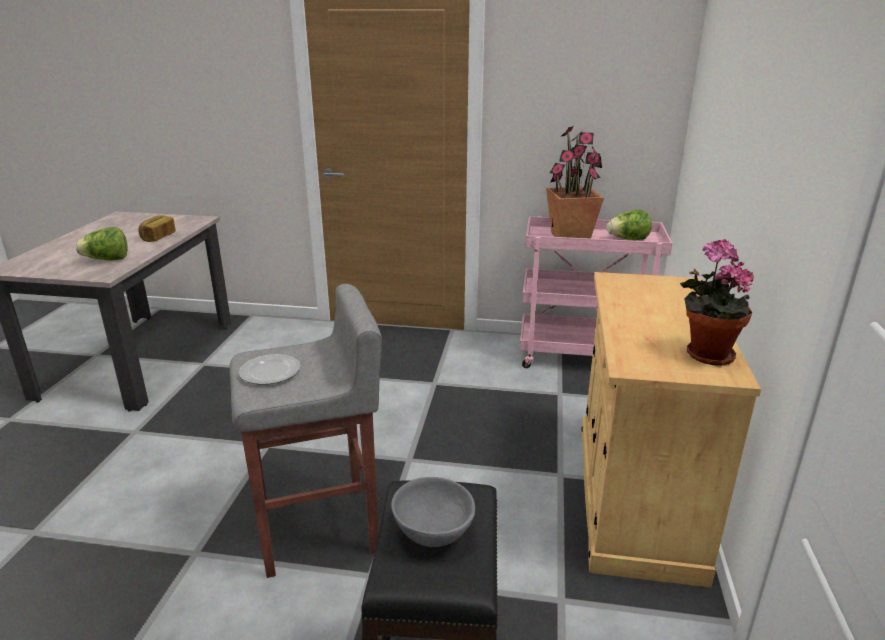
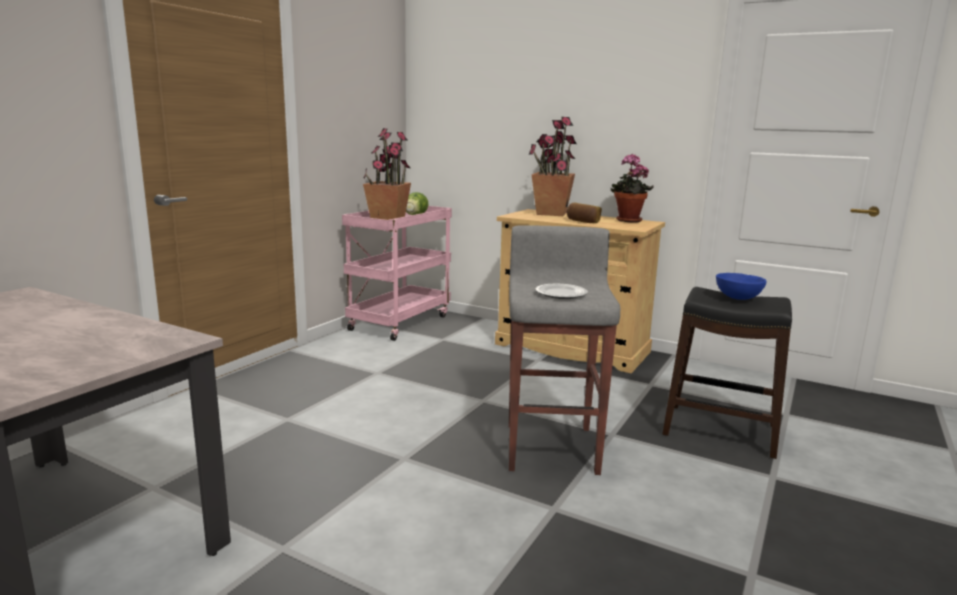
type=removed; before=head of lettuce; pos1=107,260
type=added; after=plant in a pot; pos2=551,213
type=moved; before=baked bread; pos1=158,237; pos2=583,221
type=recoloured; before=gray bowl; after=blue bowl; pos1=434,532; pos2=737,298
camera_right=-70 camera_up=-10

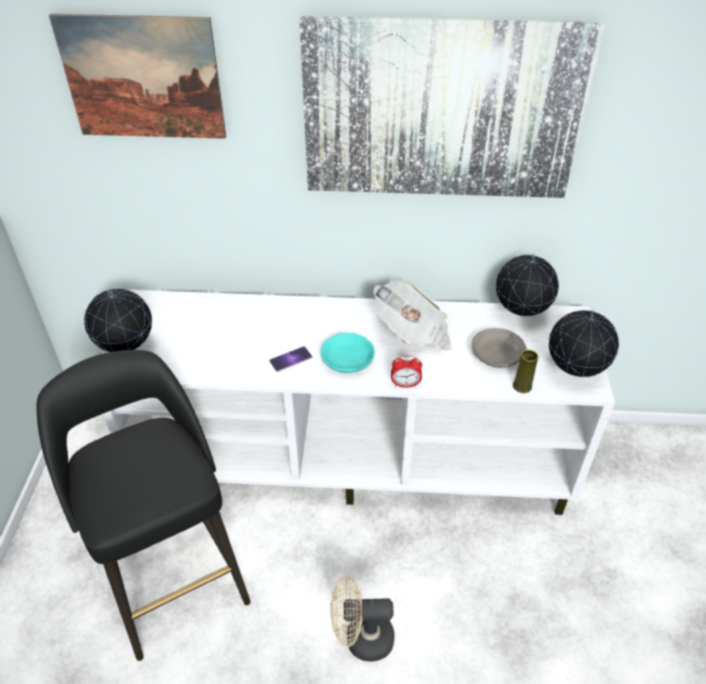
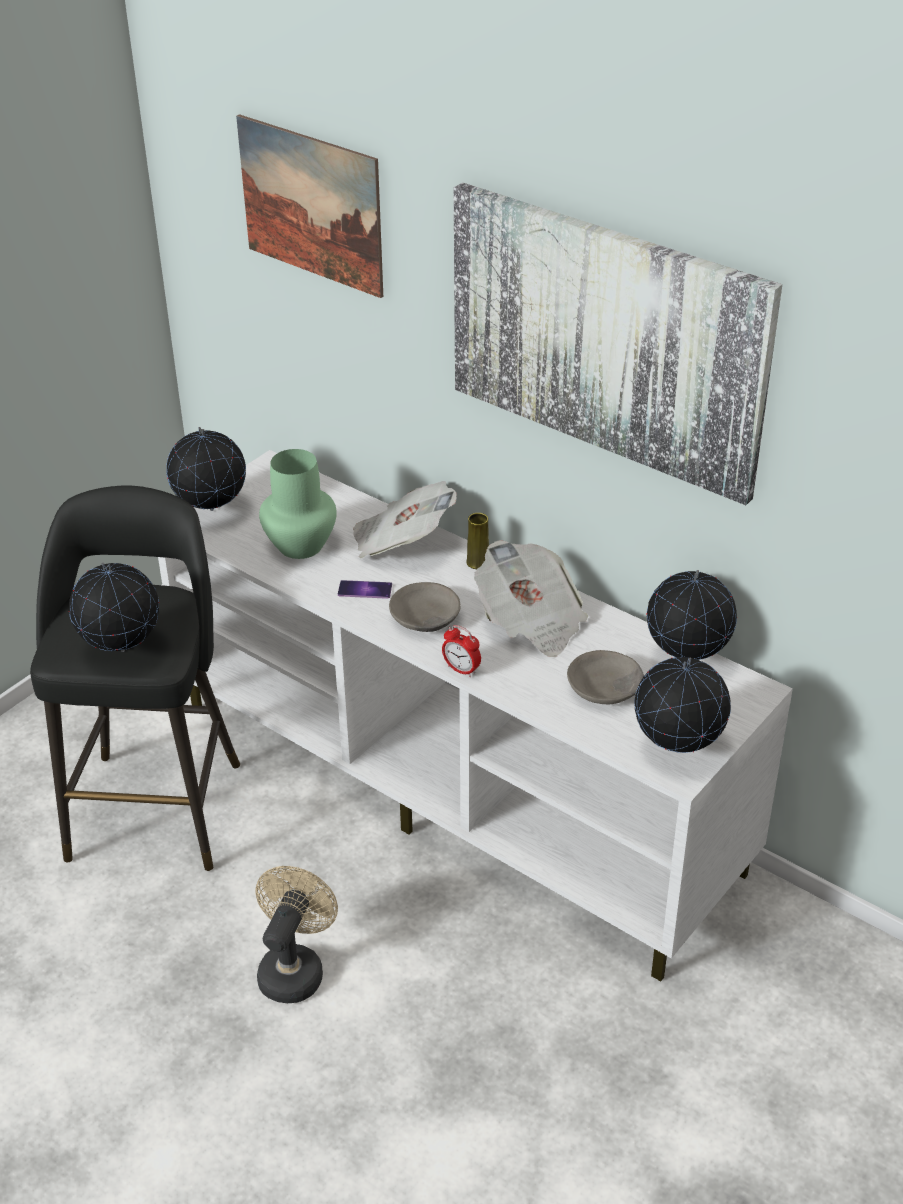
type=added; after=desk globe; pos2=122,650
type=added; after=green-coloured vase; pos2=300,544
type=added; after=daily paper; pos2=402,542
type=moved; before=yellowish vase; pos1=522,386; pos2=478,562
type=recoloured; before=turquoise bowl; after=gray bowl; pos1=348,360; pos2=425,618
type=turned; before=beige cooling fan; pos1=361,638; pos2=294,968; turn=75
camera_right=35 camera_up=-5

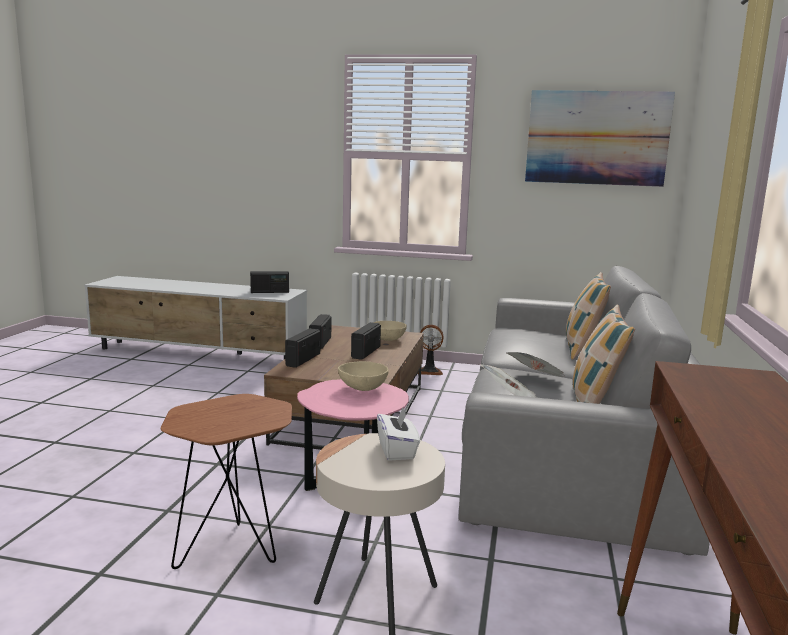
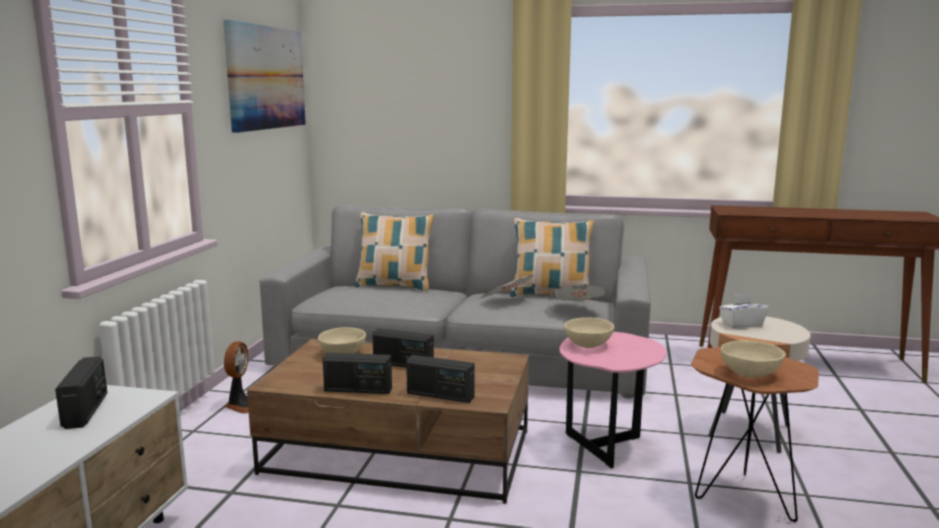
type=added; after=beige bowl; pos2=750,374
camera_right=-90 camera_up=0

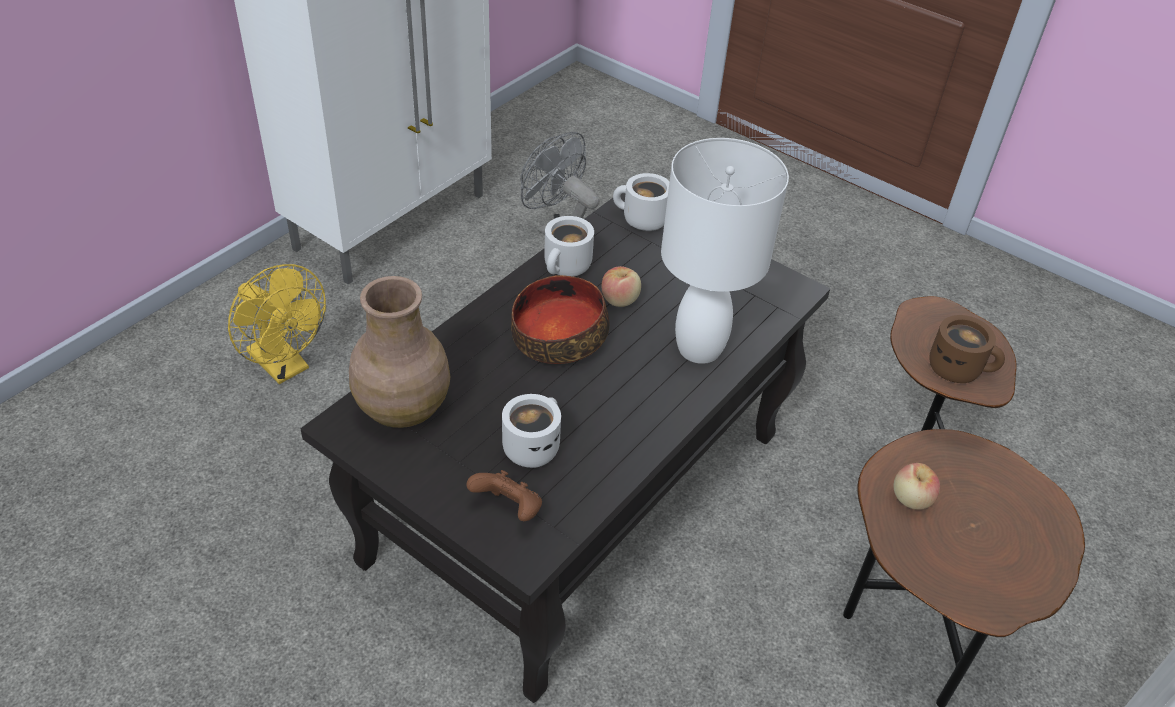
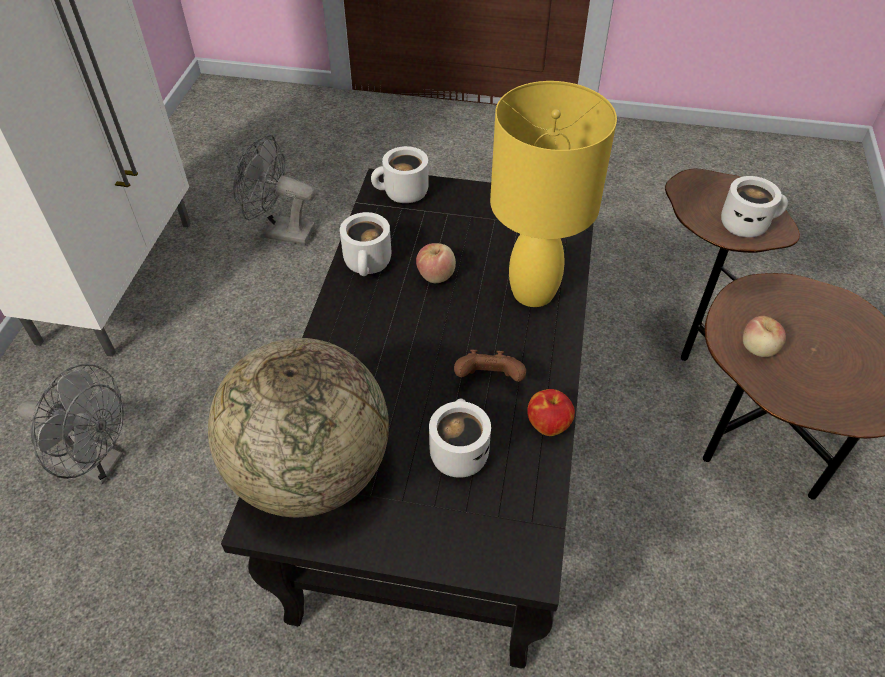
type=removed; before=bowl; pos1=558,335
type=added; after=apple; pos2=548,424
type=moved; before=brown-coloured joypad; pos1=508,509; pos2=489,380
type=replaced; before=brown-coloured vase; after=desk globe; pos1=402,408; pos2=310,472
type=recoloured; before=yellowish cooling fan; after=gray cooling fan; pos1=285,366; pos2=98,463
type=recoloured; before=whitish lamp for a table; after=yellowish lamp for a table; pos1=698,349; pos2=533,293
type=recoloured; before=brown-coloured tea mug; after=whitish tea mug; pos1=959,368; pos2=746,224
camera_right=-25 camera_up=5

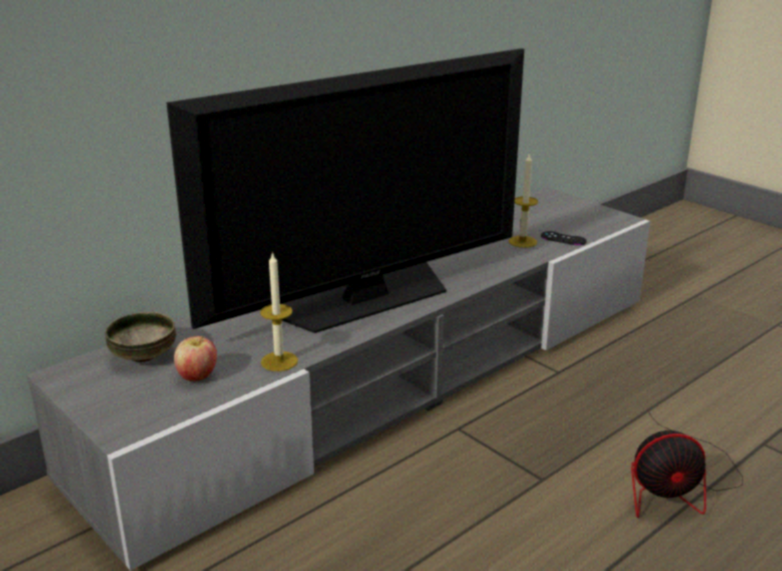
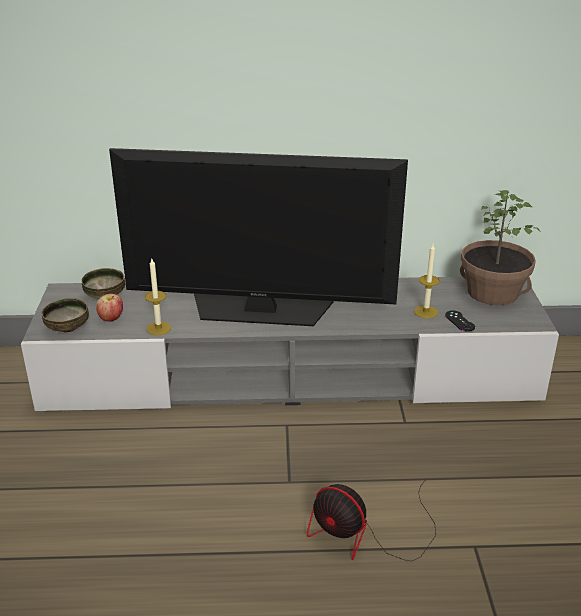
type=added; after=bowl; pos2=68,328
type=added; after=plant in a pot; pos2=492,292
camera_right=40 camera_up=5

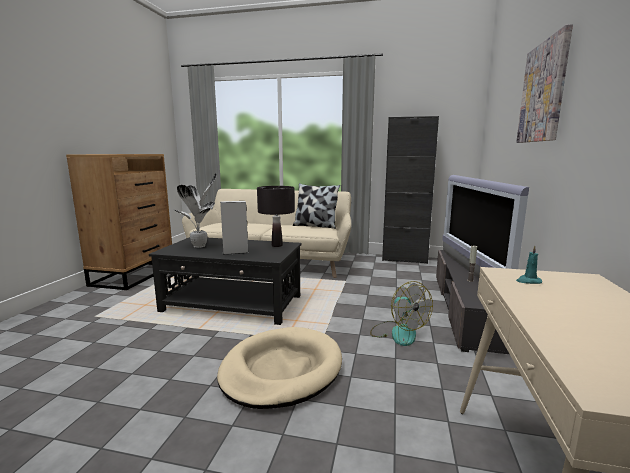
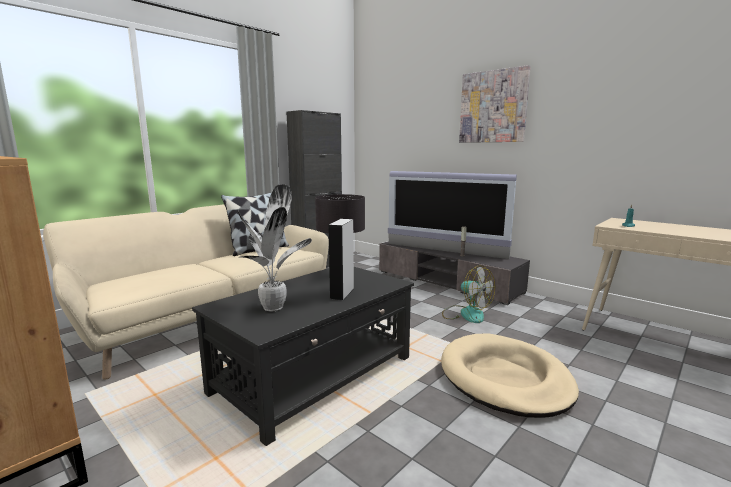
type=turned; before=cooling fan; pos1=398,332; pos2=466,314; turn=45
camera_right=-60 camera_up=0

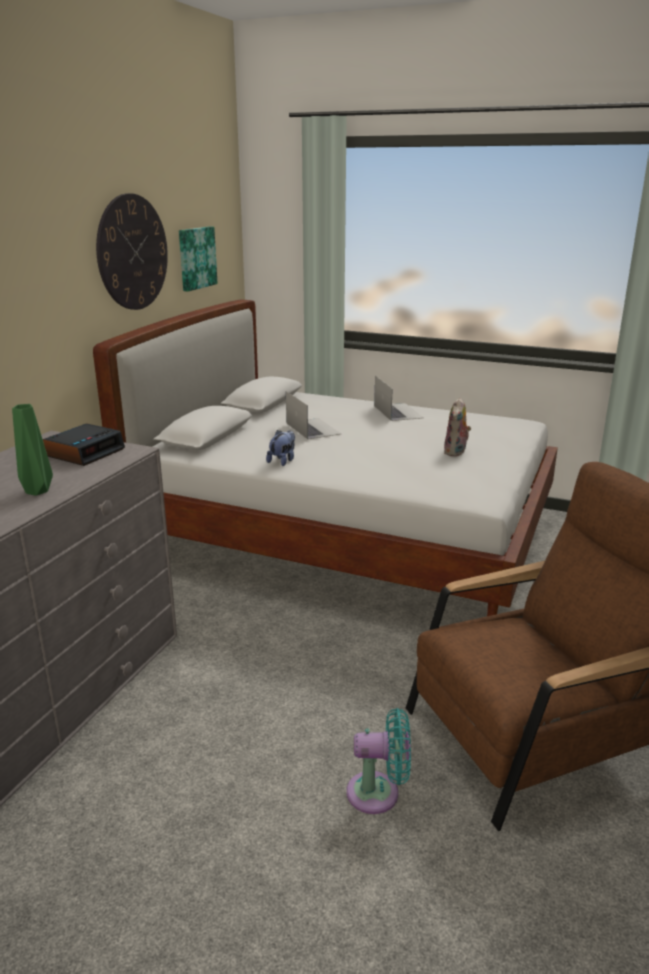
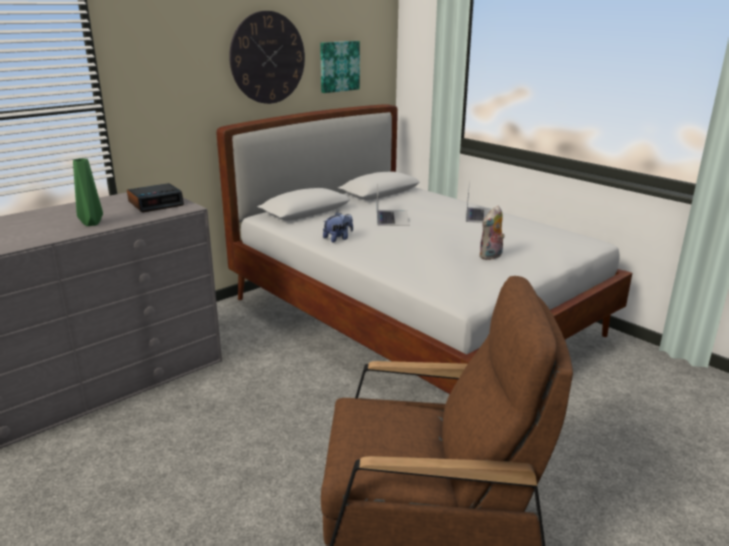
type=removed; before=turquoise cooling fan; pos1=378,793
camera_right=25 camera_up=0

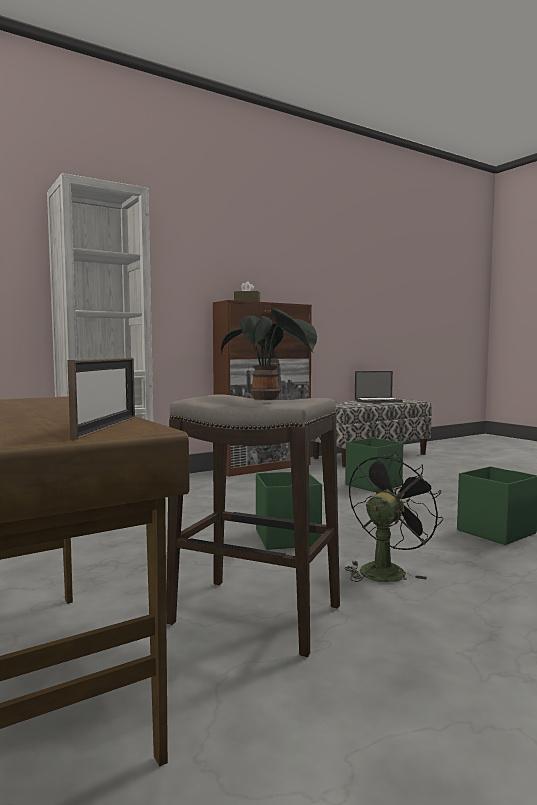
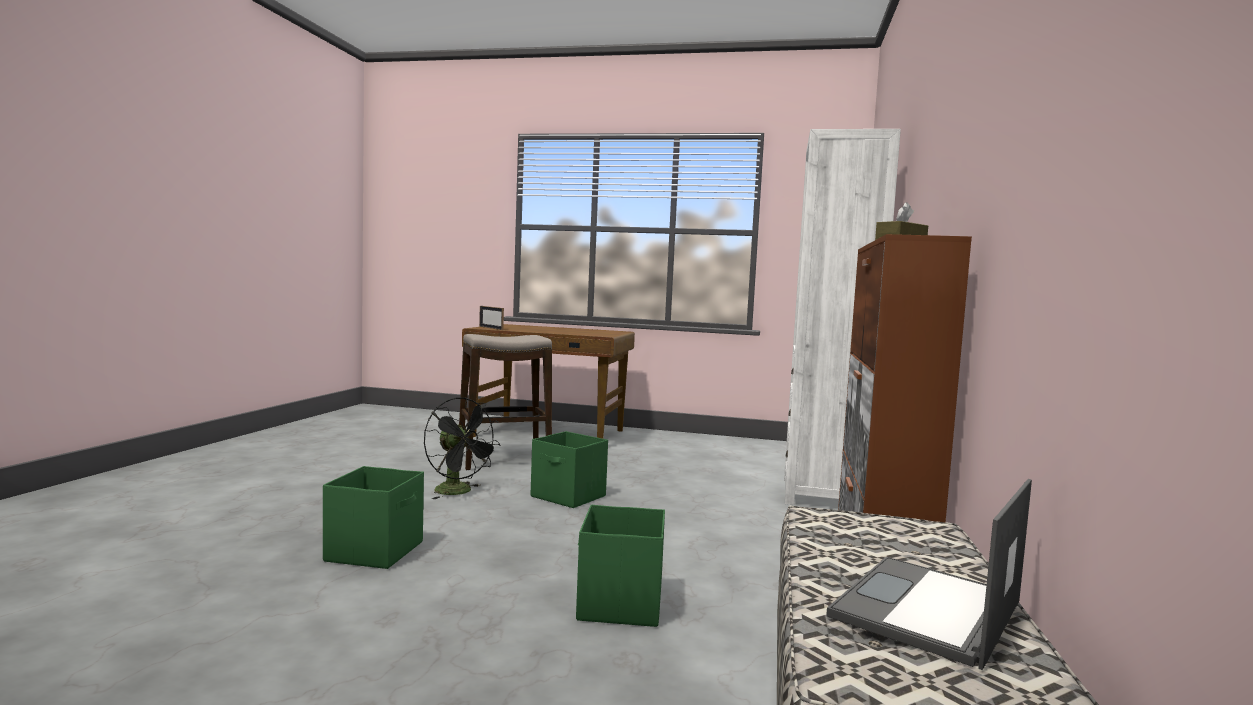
type=removed; before=plant in a pot; pos1=268,400
type=turned; before=blackish cooling fan; pos1=386,570; pos2=459,492; turn=-45
camera_right=135 camera_up=0

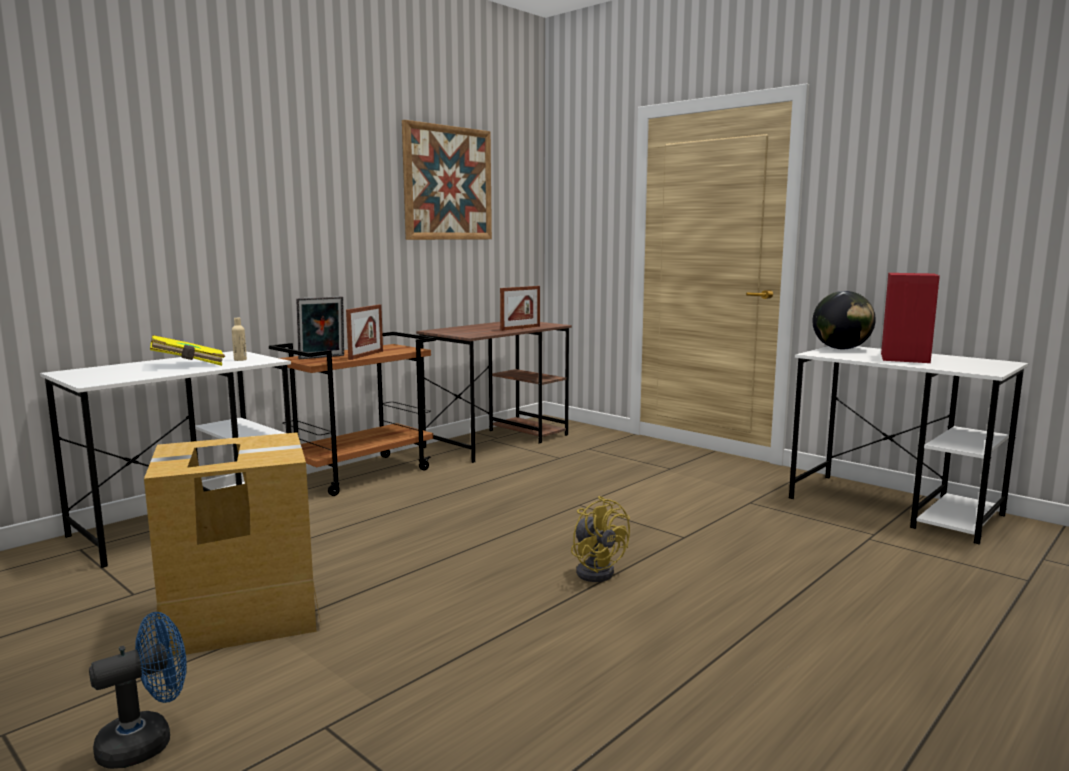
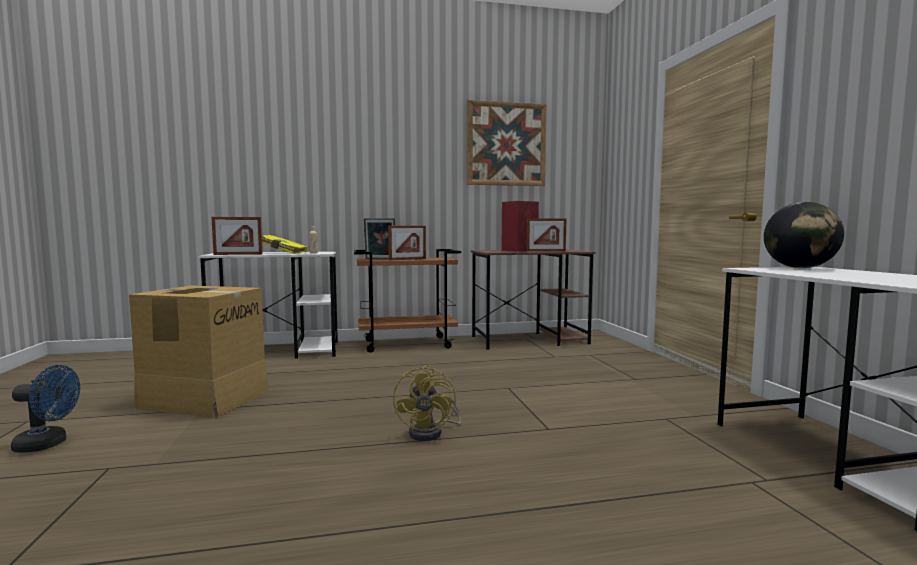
type=added; after=photo frame; pos2=238,254
type=moved; before=reddish audio speaker; pos1=904,358; pos2=520,250
camera_right=35 camera_up=-5

